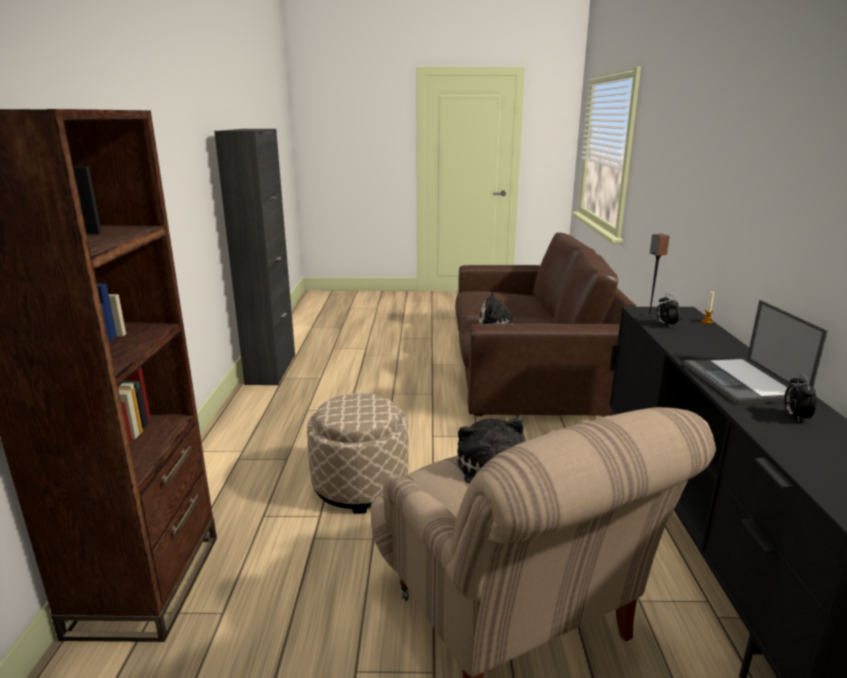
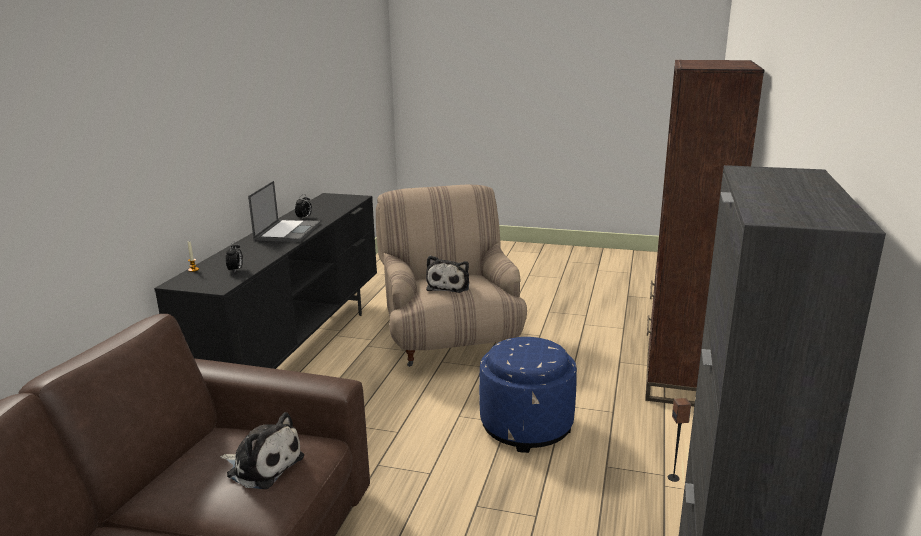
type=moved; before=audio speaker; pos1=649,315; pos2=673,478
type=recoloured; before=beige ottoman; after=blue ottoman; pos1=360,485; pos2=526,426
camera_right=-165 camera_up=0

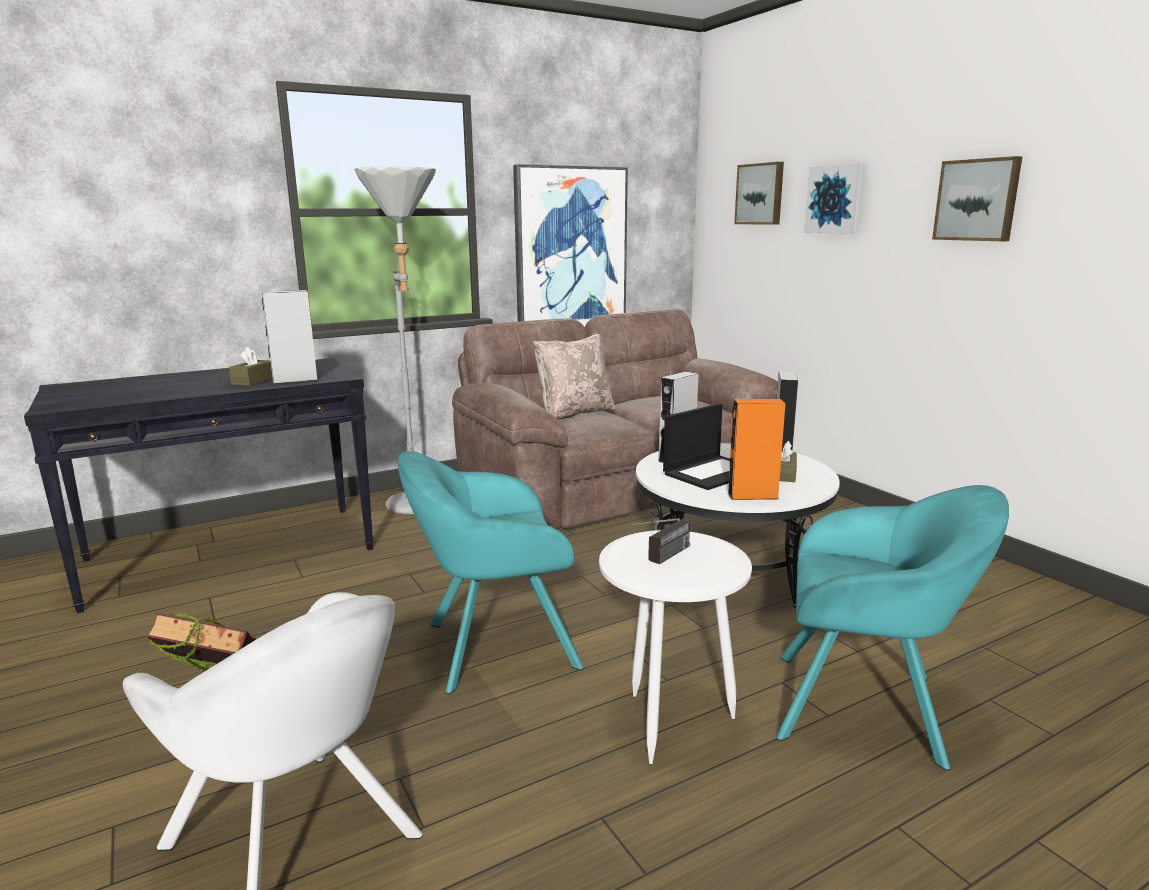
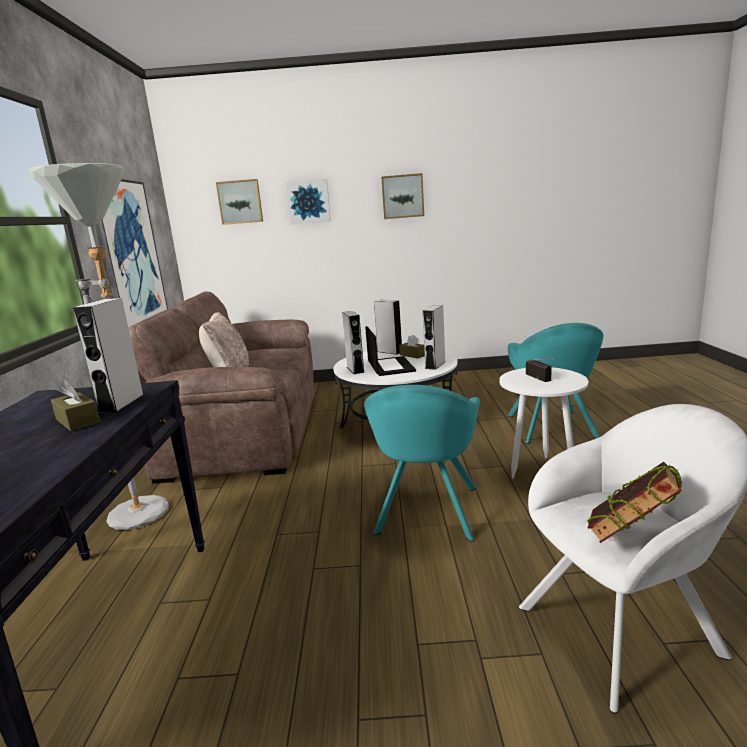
type=recoloured; before=orange-coloured audio speaker; after=gray audio speaker; pos1=752,496; pos2=435,365
type=turned; before=turquoise easy chair; pos1=868,708; pos2=552,428; turn=135
camera_right=-60 camera_up=0

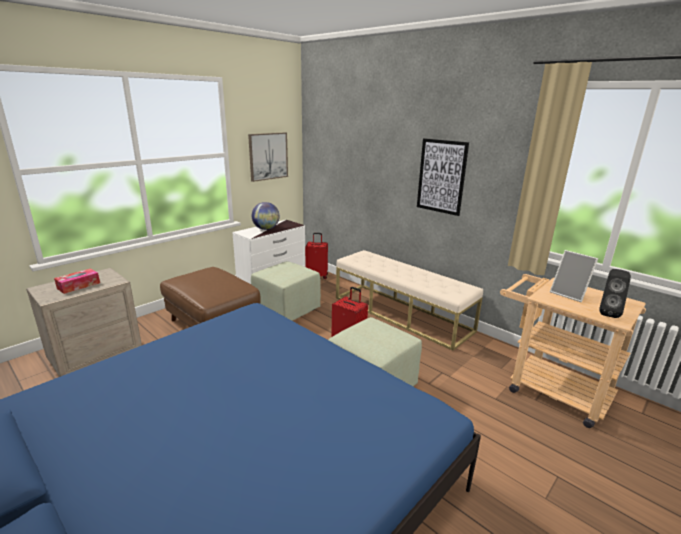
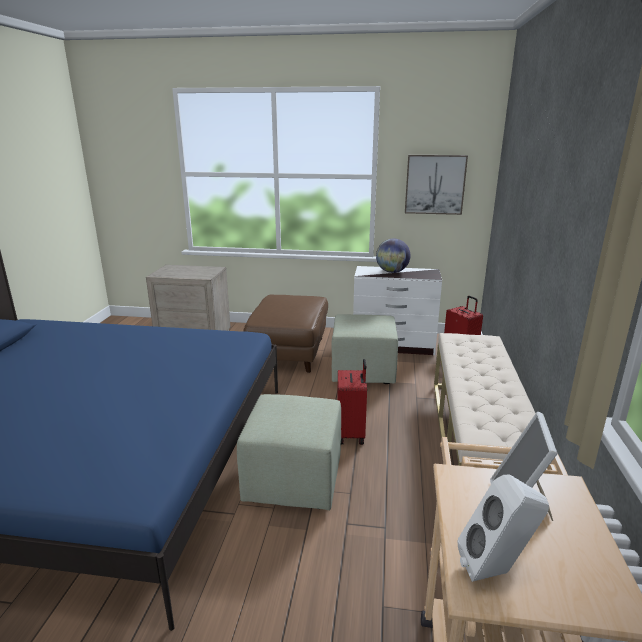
type=removed; before=tissue holder; pos1=78,285
type=removed; before=wall picture; pos1=441,176
type=recoloured; before=blackish audio speaker; after=whitish audio speaker; pos1=608,313; pos2=496,570
camera_right=55 camera_up=0

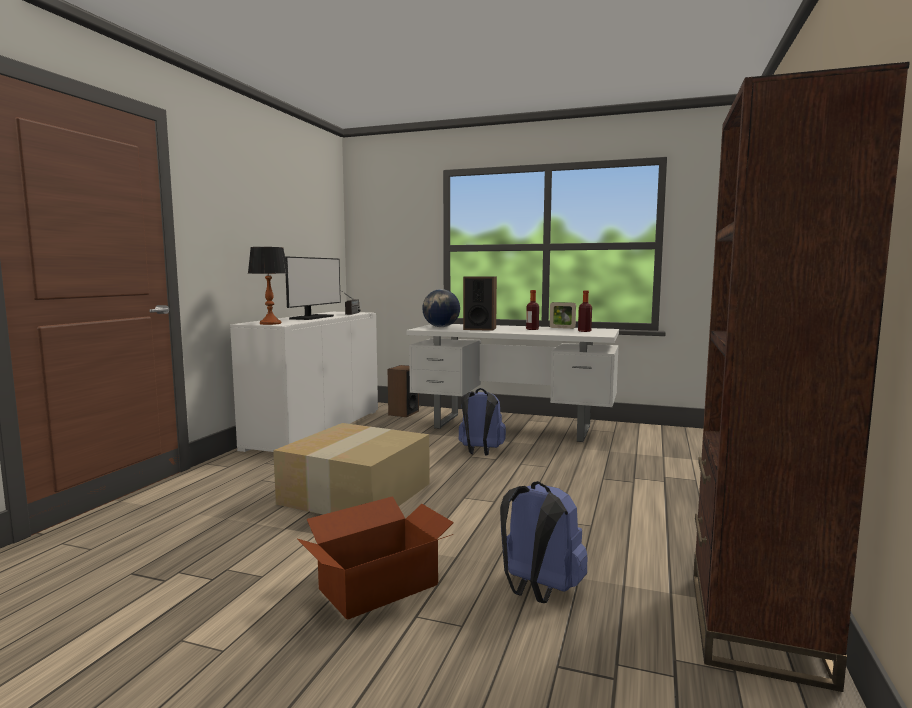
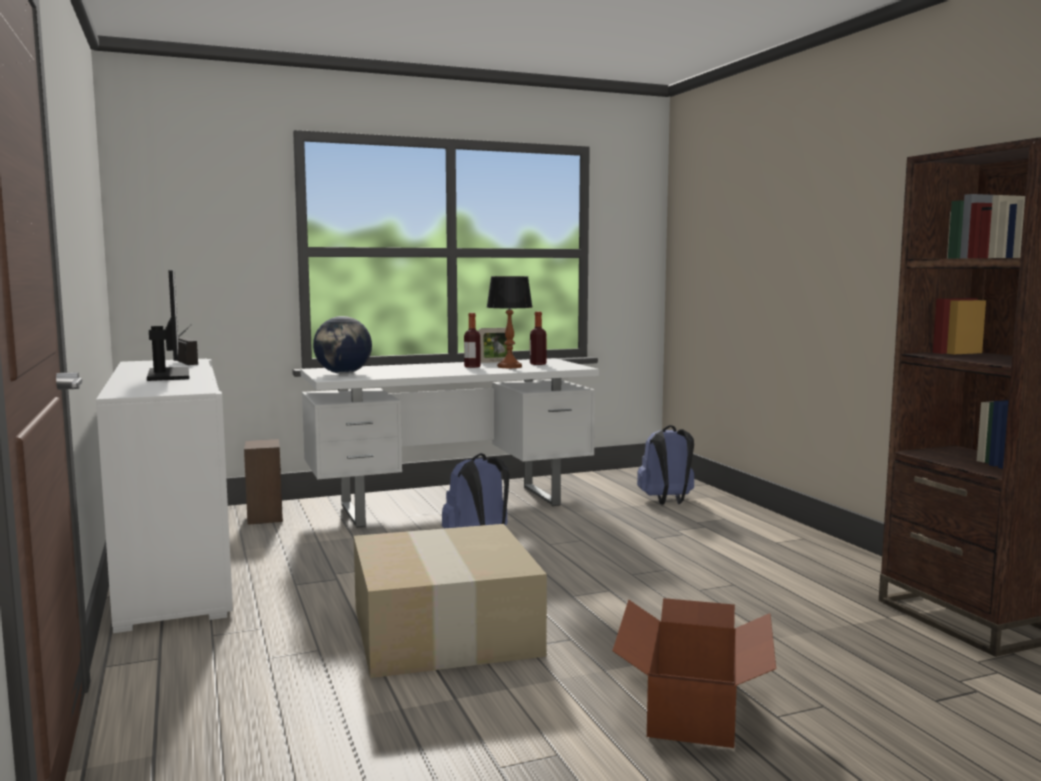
type=removed; before=audio speaker; pos1=479,329
type=moved; before=lamp for a table; pos1=270,323; pos2=509,367
type=moved; before=blue knapsack; pos1=538,591; pos2=667,501
camera_right=-40 camera_up=0

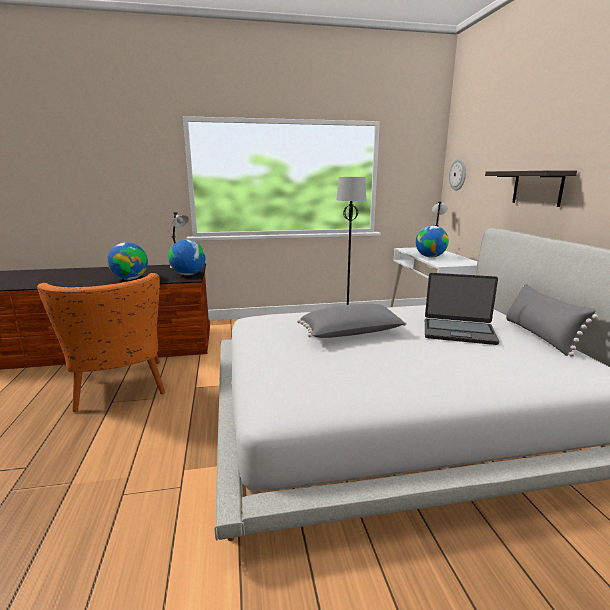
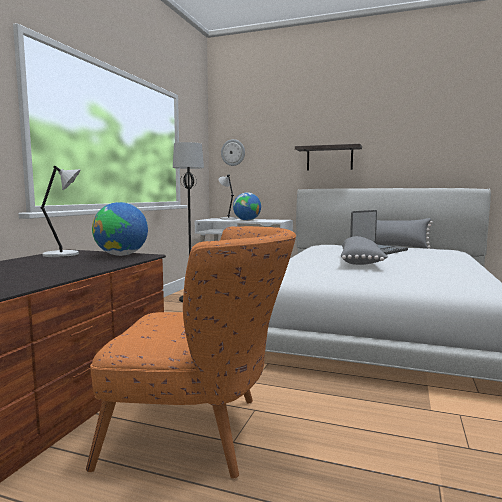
type=removed; before=desk globe; pos1=130,279
camera_right=-60 camera_up=-10

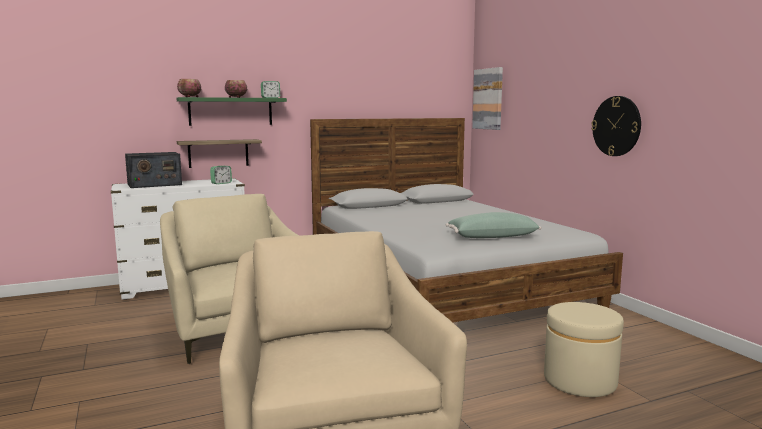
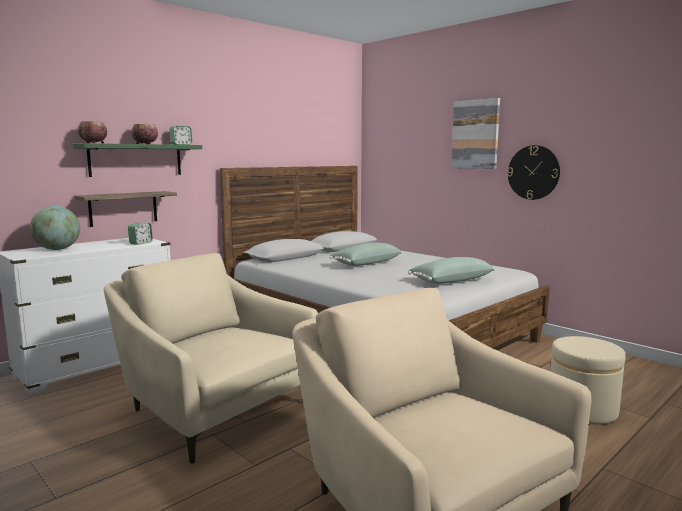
type=added; after=green-coloured cushion; pos2=366,263
type=moved; before=wall picture; pos1=488,99; pos2=475,134
type=replaced; before=radio; after=desk globe; pos1=154,184; pos2=57,249
camera_right=-20 camera_up=0

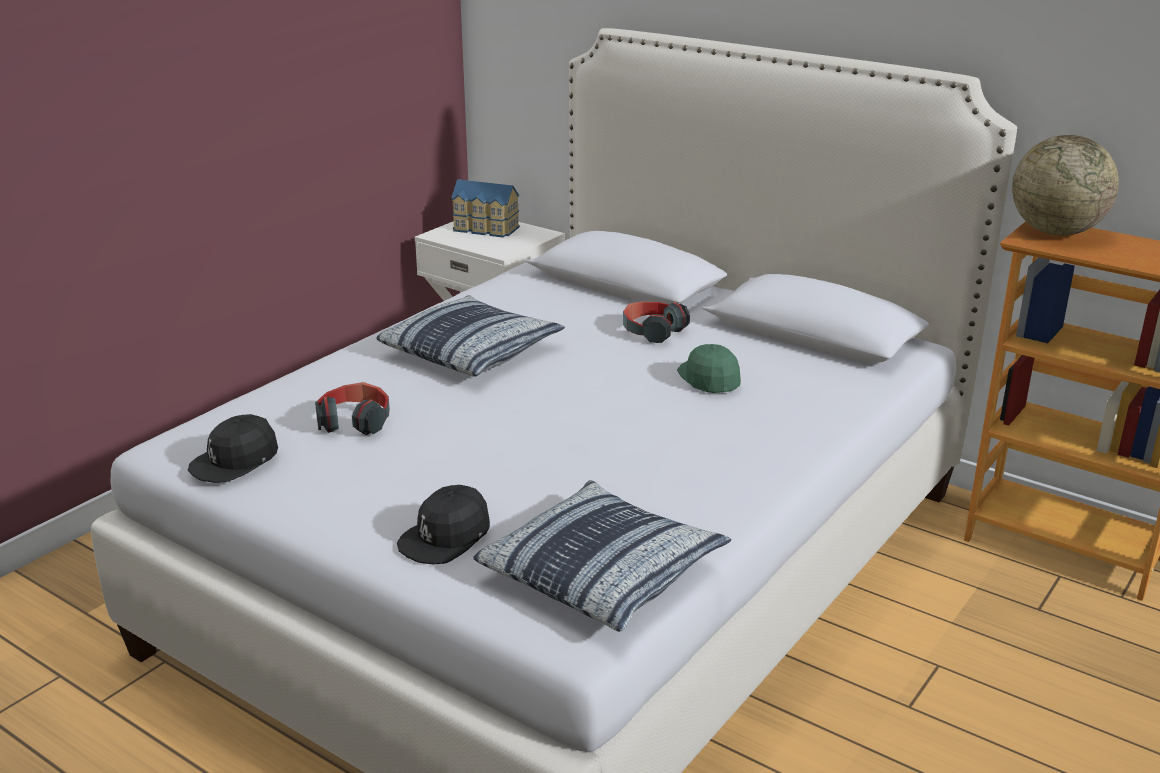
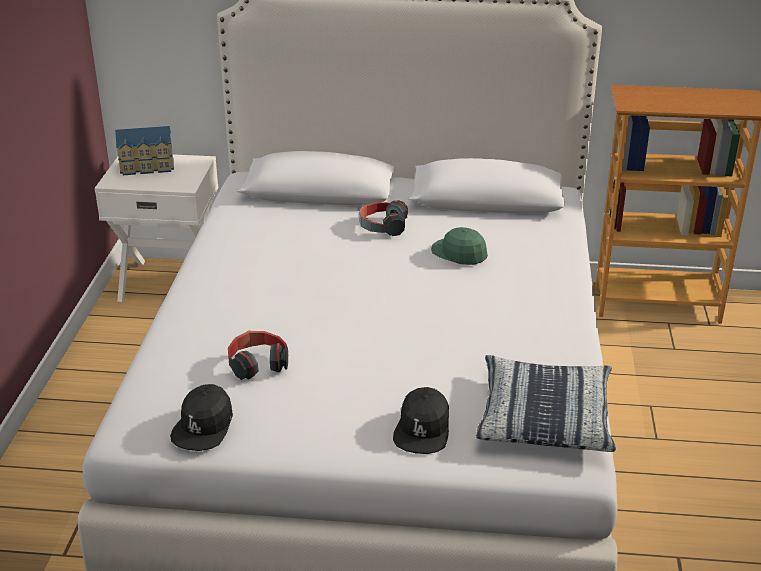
type=removed; before=cushion; pos1=471,351
type=removed; before=desk globe; pos1=1055,232
camera_right=-30 camera_up=5

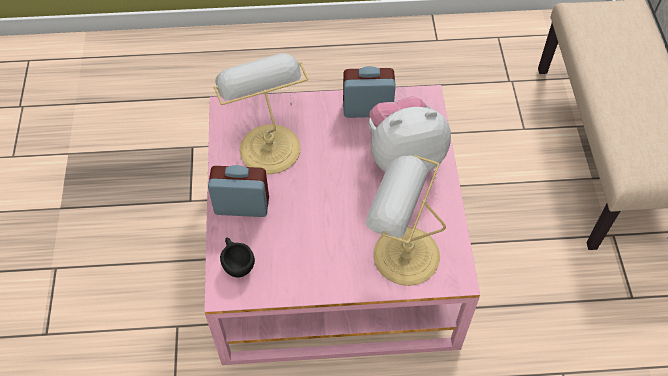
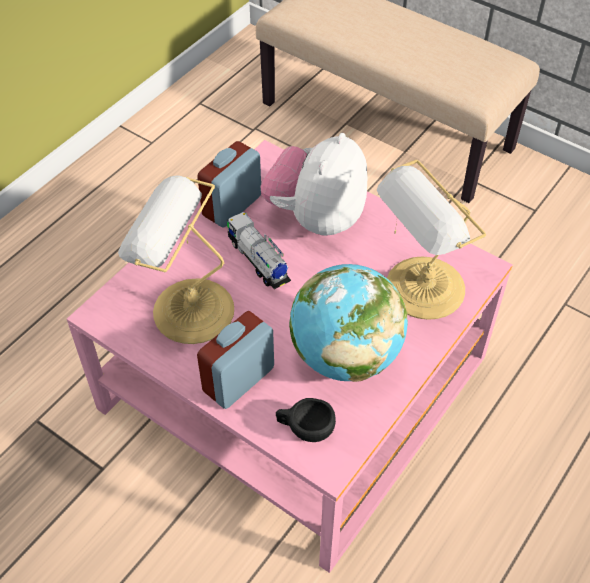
type=added; after=toy lorry; pos2=258,260
type=added; after=desk globe; pos2=345,355
camera_right=-50 camera_up=-5

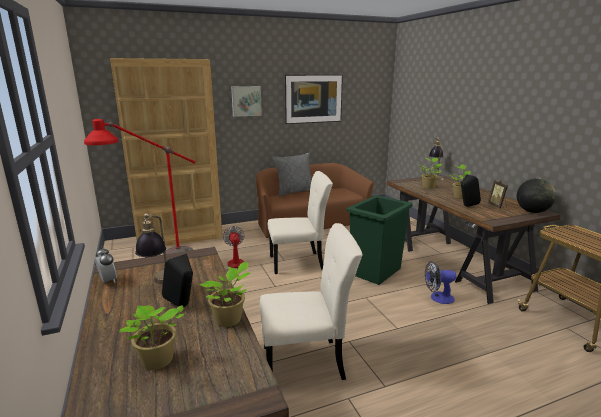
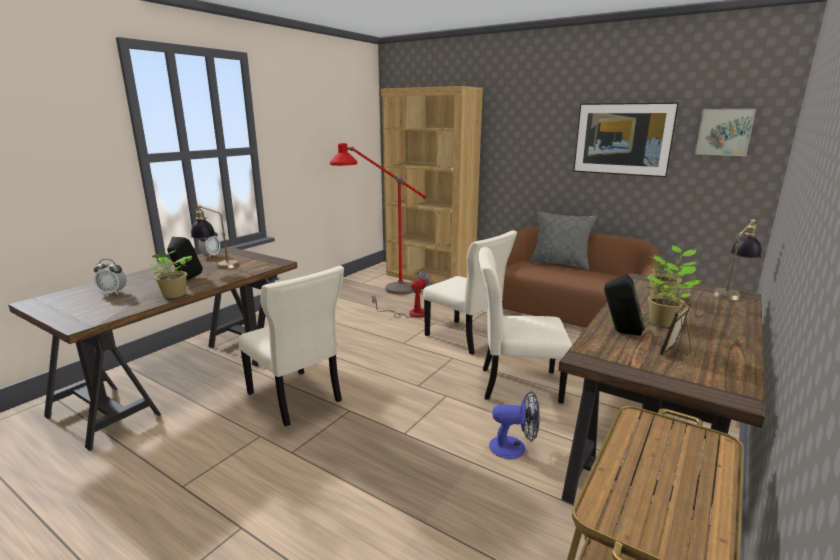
type=removed; before=desk globe; pos1=532,212
type=moved; before=wall picture; pos1=246,101; pos2=724,132
type=replaced; before=plant in a pot; after=bedside clock; pos1=157,362; pos2=113,293
type=replaced; before=green-coloured waste bin; after=beige upright chair; pos1=375,271; pos2=516,384
type=turned; before=cooling fan; pos1=438,298; pos2=514,447; turn=135
camera_right=55 camera_up=0

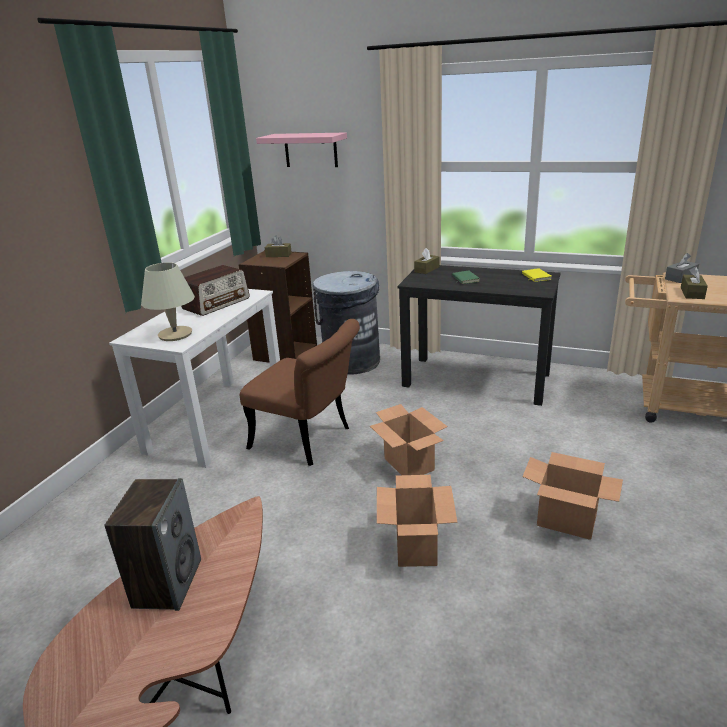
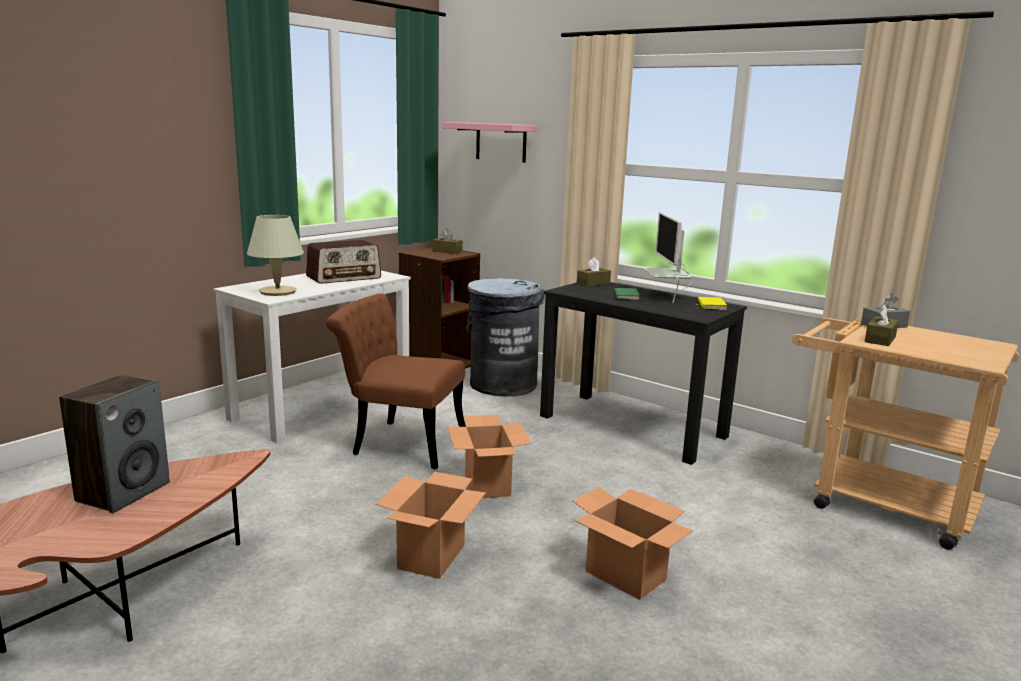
type=added; after=monitor; pos2=666,298
type=turned; before=brown-coloured upright chair; pos1=309,440; pos2=399,442; turn=150
camera_right=15 camera_up=-10

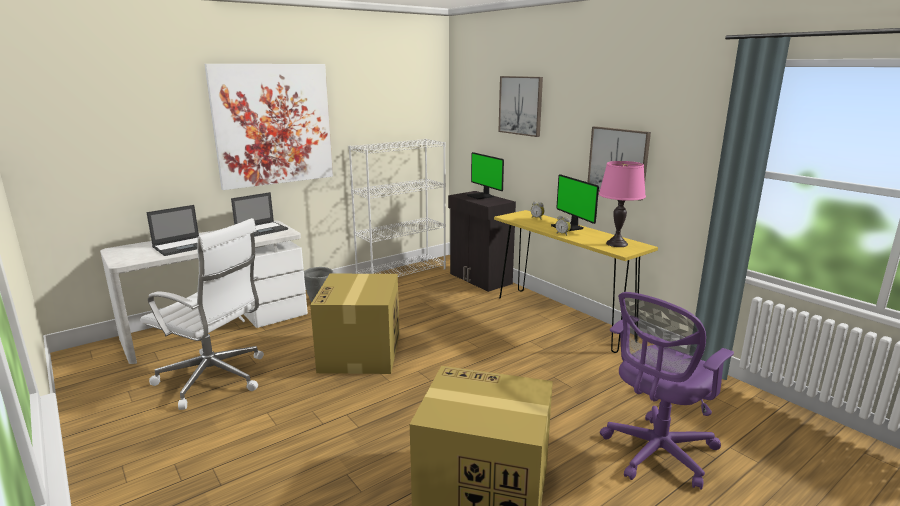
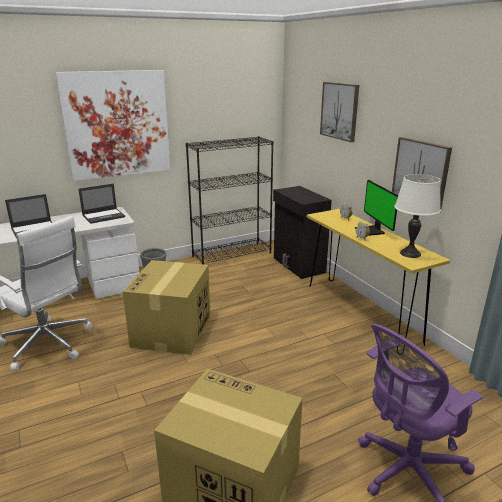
type=removed; before=monitor; pos1=481,196
type=recoloured; before=whitish shelving unit; after=blackish shelving unit; pos1=402,273; pos2=232,254
type=recoloured; before=pink lamp for a table; after=whitish lamp for a table; pos1=616,244; pos2=410,253
camera_right=10 camera_up=5

